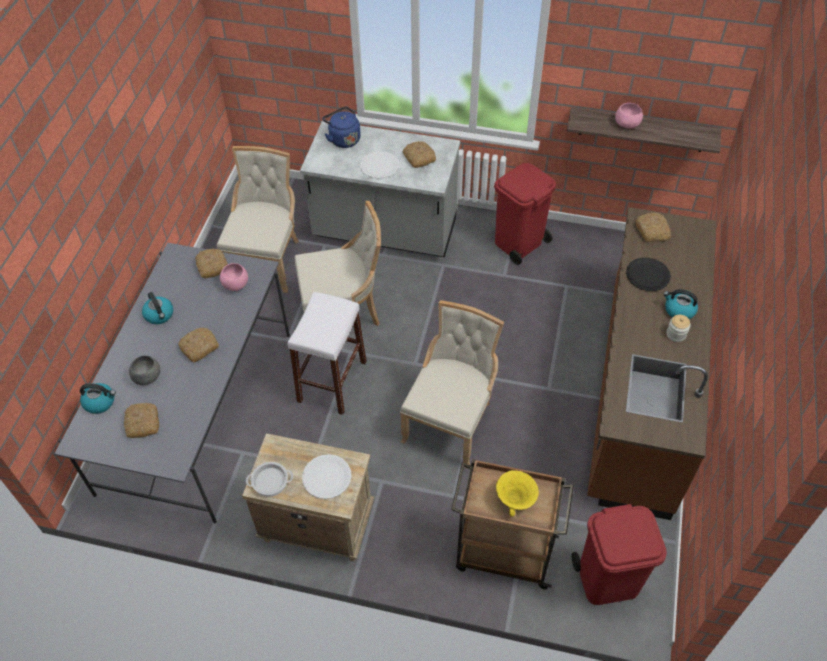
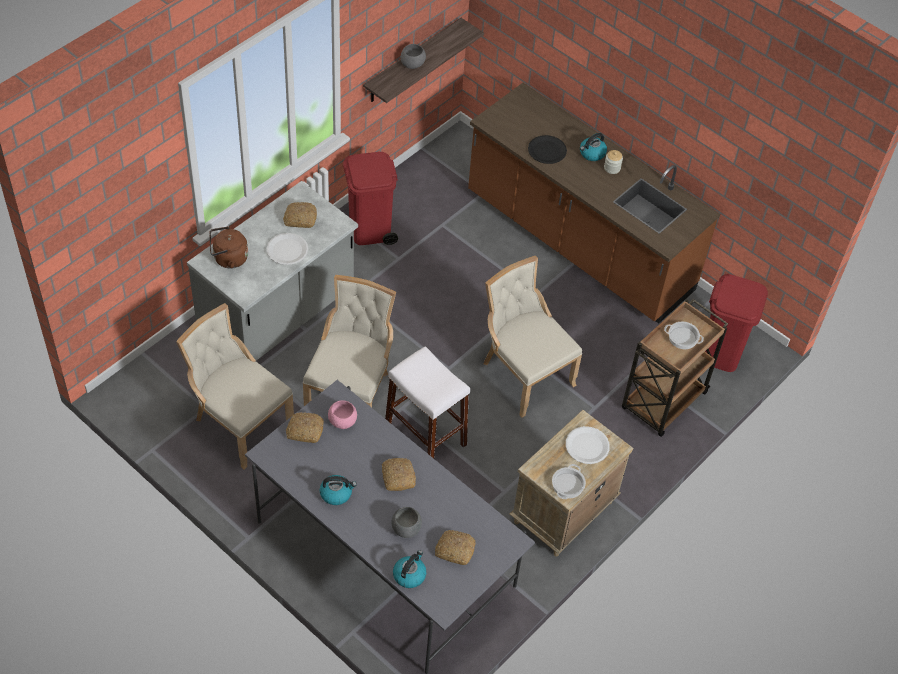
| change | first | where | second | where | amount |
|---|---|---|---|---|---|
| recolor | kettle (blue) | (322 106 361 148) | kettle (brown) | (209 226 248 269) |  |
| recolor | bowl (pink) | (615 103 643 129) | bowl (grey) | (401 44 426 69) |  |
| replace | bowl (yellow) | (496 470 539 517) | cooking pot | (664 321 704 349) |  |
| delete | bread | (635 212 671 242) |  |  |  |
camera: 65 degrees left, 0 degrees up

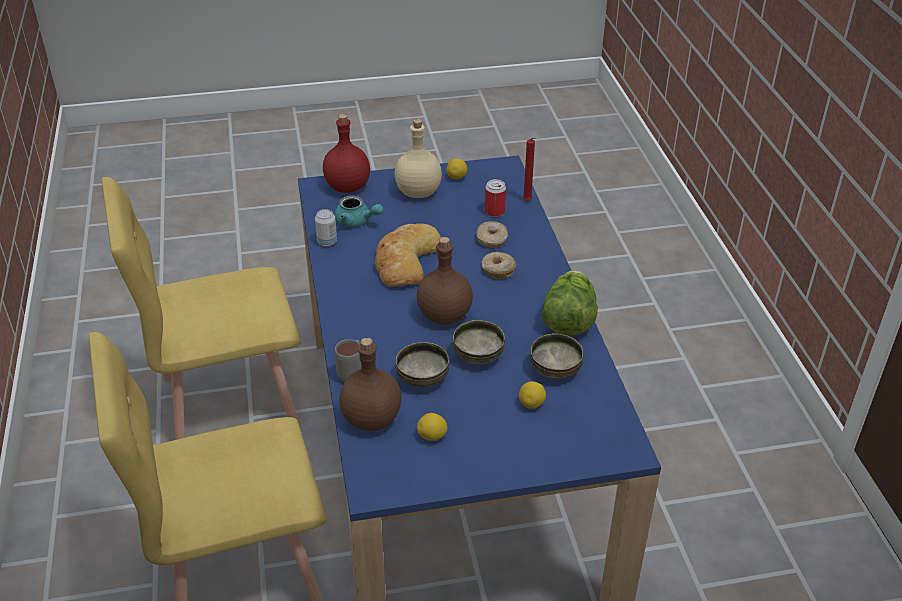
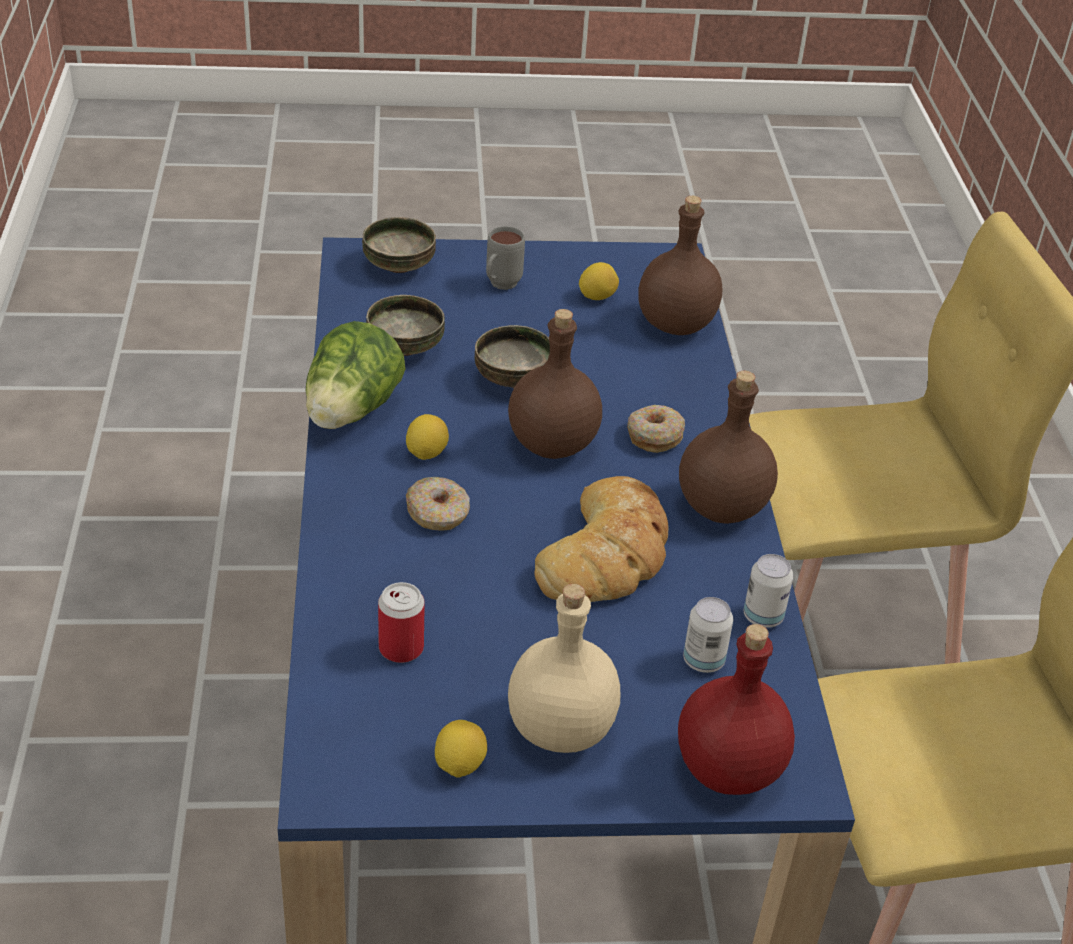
| change | first | where | second | where | amount |
|---|---|---|---|---|---|
| move | bowl | (396 342 449 387) |  | (362 217 436 273) |  |
| move | lemon | (519 381 546 409) |  | (406 414 449 460) |  |
| move | mug (grey) | (335 339 362 382) |  | (486 226 525 290) |  |
| move | donut | (477 221 508 248) |  | (627 405 685 453) |  |
| insert |  |  | bottle (brown) | (679 371 778 524) |  |
| replace | teapot (turquoise) | (335 195 383 227) | can | (683 597 733 673) |  |
| delete | candle (red) | (523 138 536 201) |  |  |  |
camera: 175 degrees left, 0 degrees up

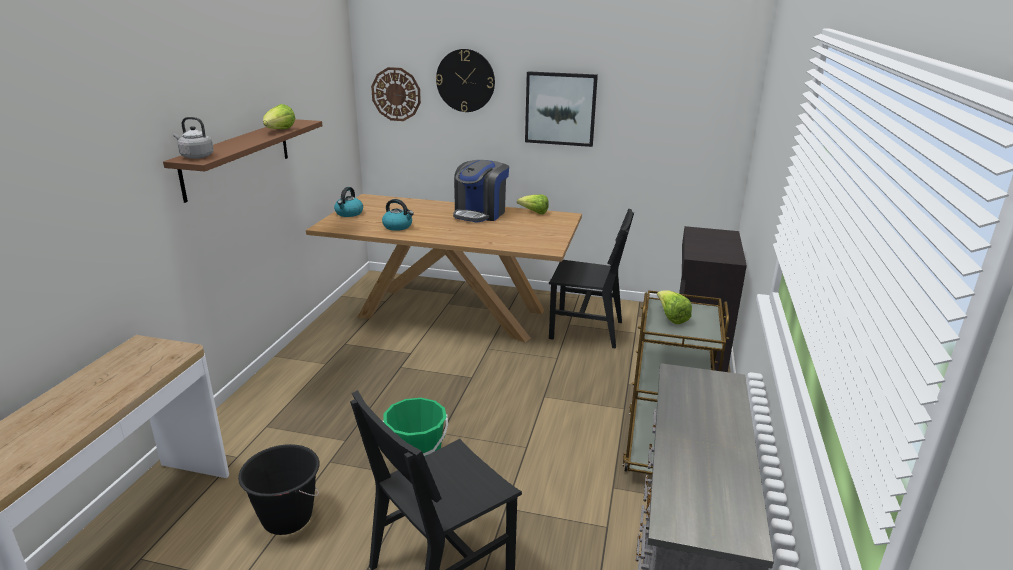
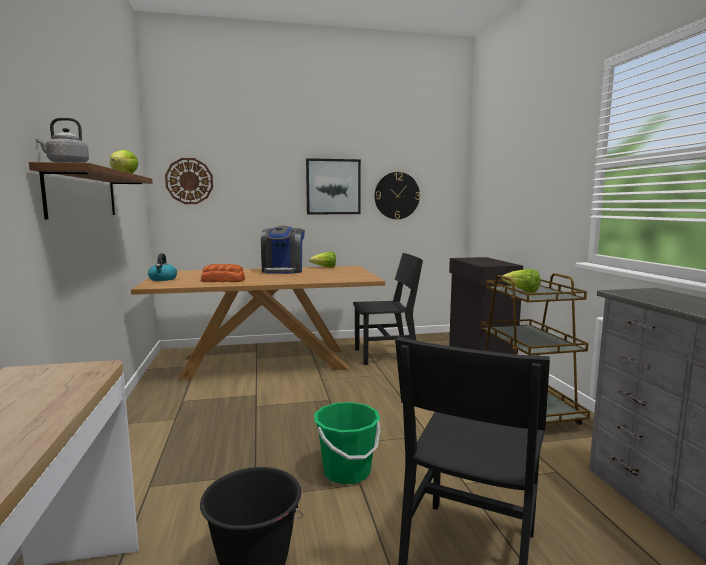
| change | first | where | second | where | amount |
|---|---|---|---|---|---|
| replace | kettle | (382 199 414 231) | bread | (201 264 245 282) |  |
| move | wall clock | (436 49 495 112) |  | (375 172 420 219) |  |
camera: 25 degrees left, 15 degrees down

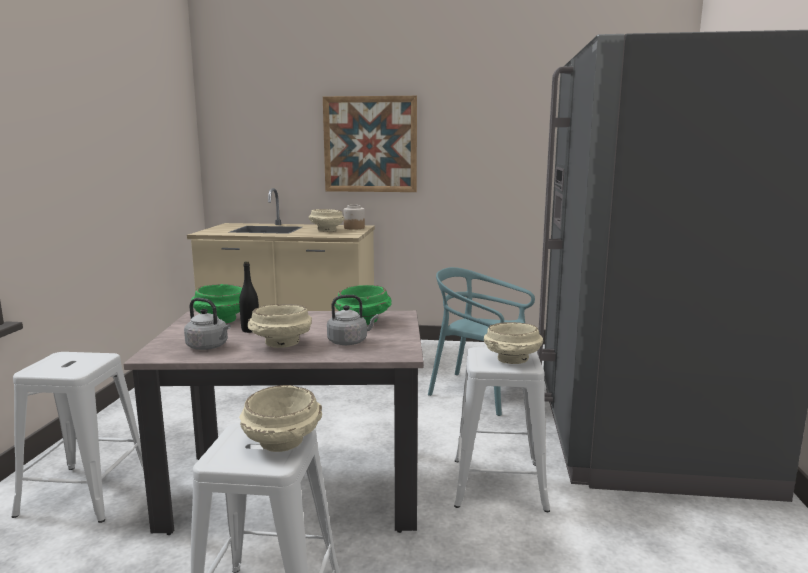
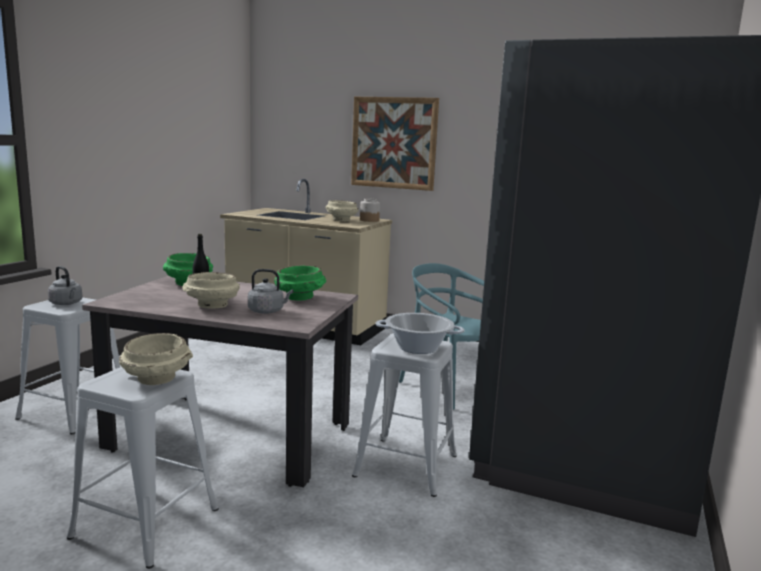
| change | first | where | second | where | amount |
|---|---|---|---|---|---|
| move | kettle (grey) | (184 298 231 350) |  | (48 266 82 305) |  |
| replace | bowl (beige) | (484 322 543 364) | cooking pot | (376 313 464 354) |  |
camera: 15 degrees right, 0 degrees up

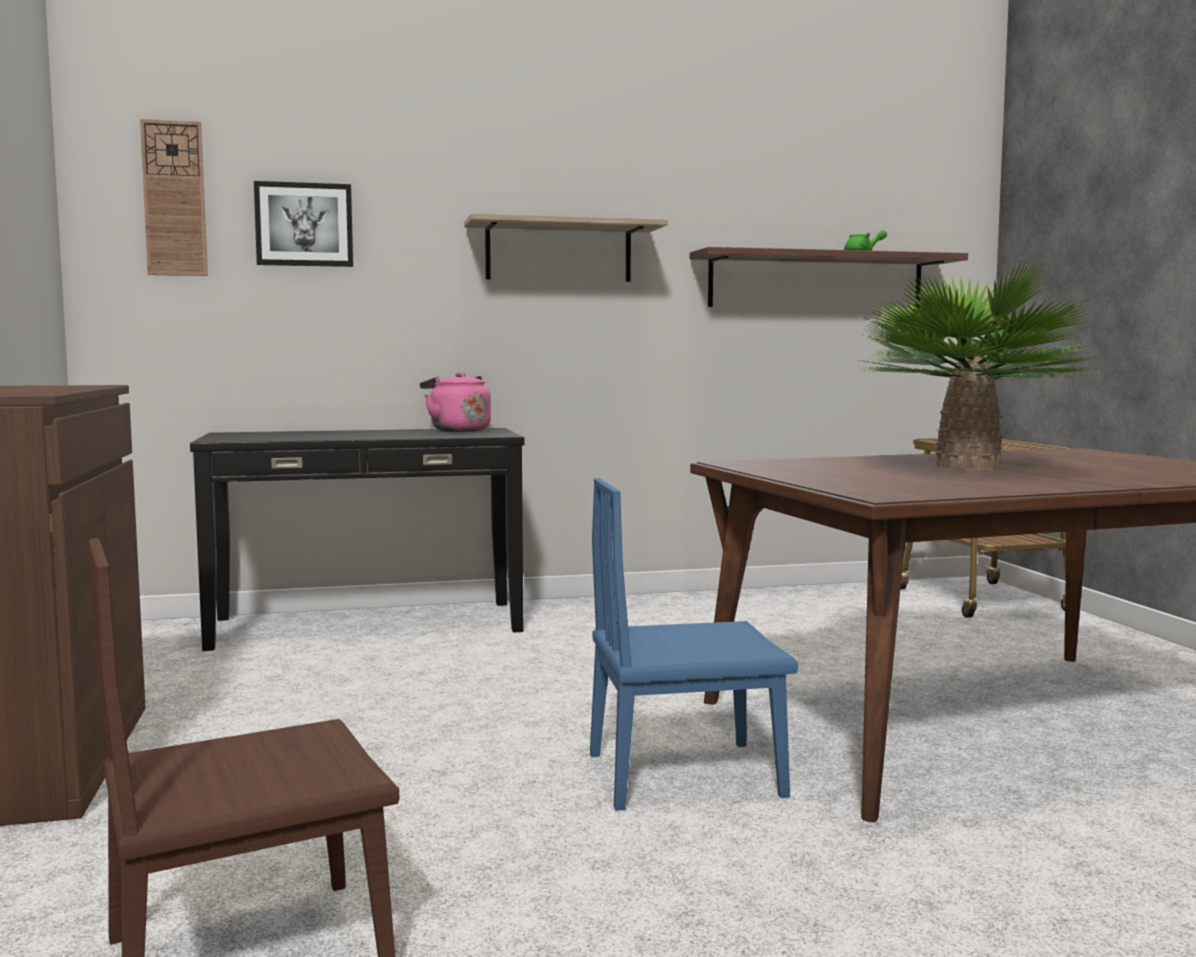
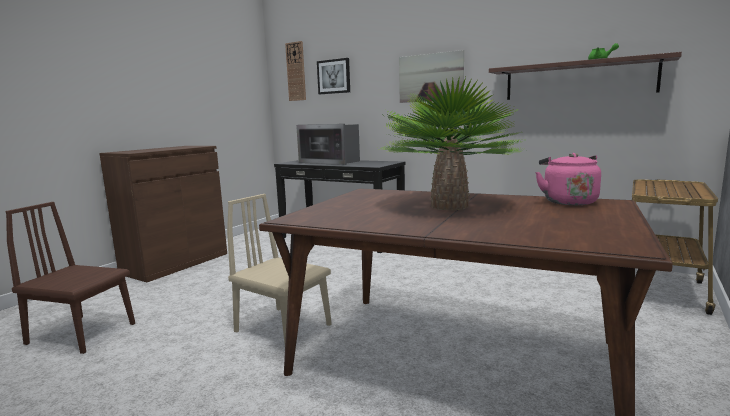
| change | first | where | second | where | amount |
|---|---|---|---|---|---|
| recolor | chair (blue) | (590 478 798 811) | chair (beige) | (227 194 331 343) |  |
| insert |  |  | microwave | (296 124 360 165) |  |
| replace | shelf | (464 213 668 282) | picture | (399 50 464 103) |  |
| move | kettle (pink) | (420 372 491 432) |  | (535 153 601 205) |  |
camera: 45 degrees right, 5 degrees up

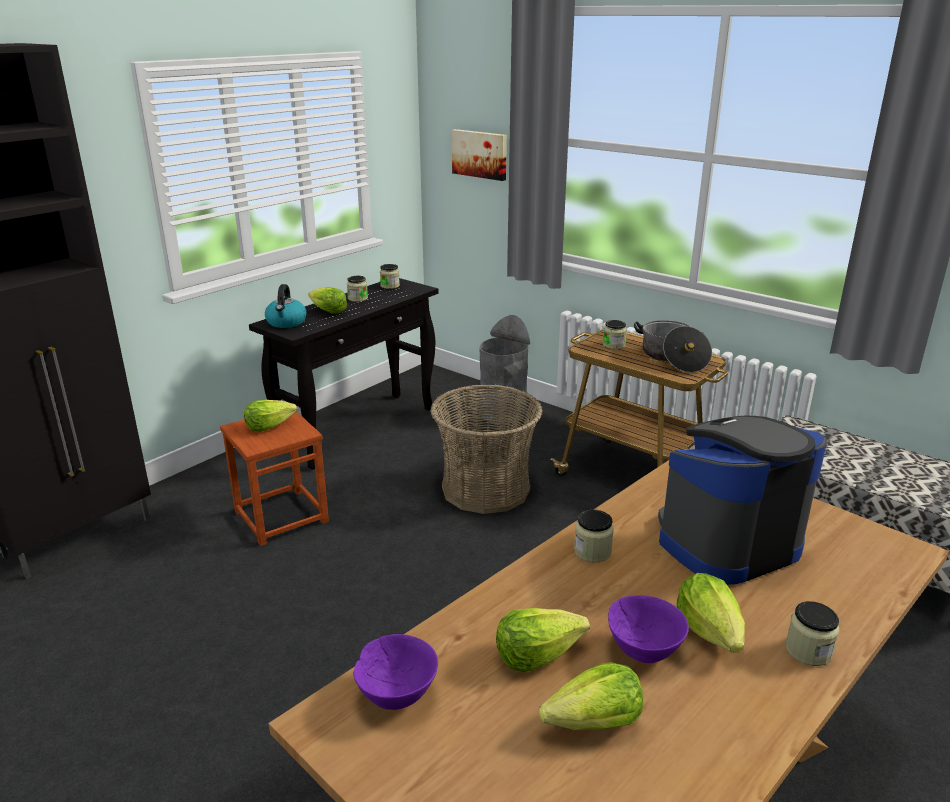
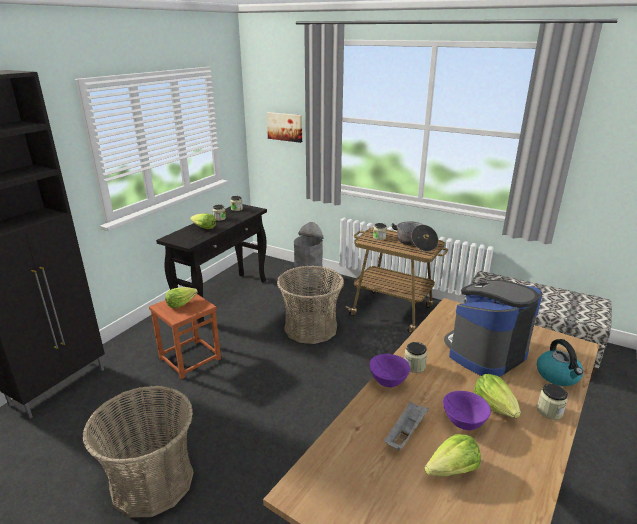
| change | first | where | second | where | amount |
|---|---|---|---|---|---|
| insert |  |  | basket | (82 385 194 518) |  |
| move | bowl (purple) | (353 634 438 710) |  | (370 354 411 388) |  |
| replace | lettuce | (496 608 590 672) | tray (grey) | (384 402 429 450) |  |
| move | kettle | (265 284 307 328) |  | (537 339 583 386) |  |
camera: 10 degrees left, 0 degrees up

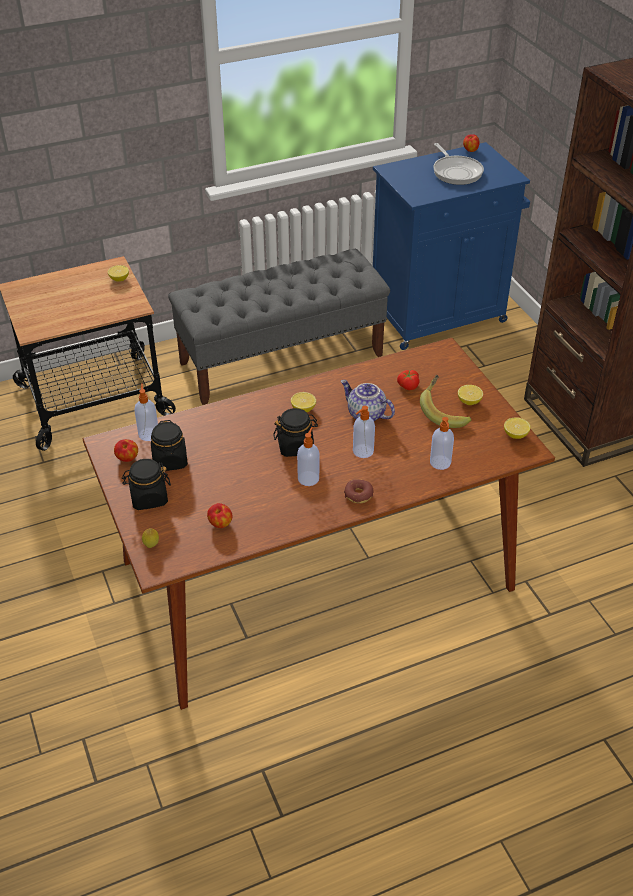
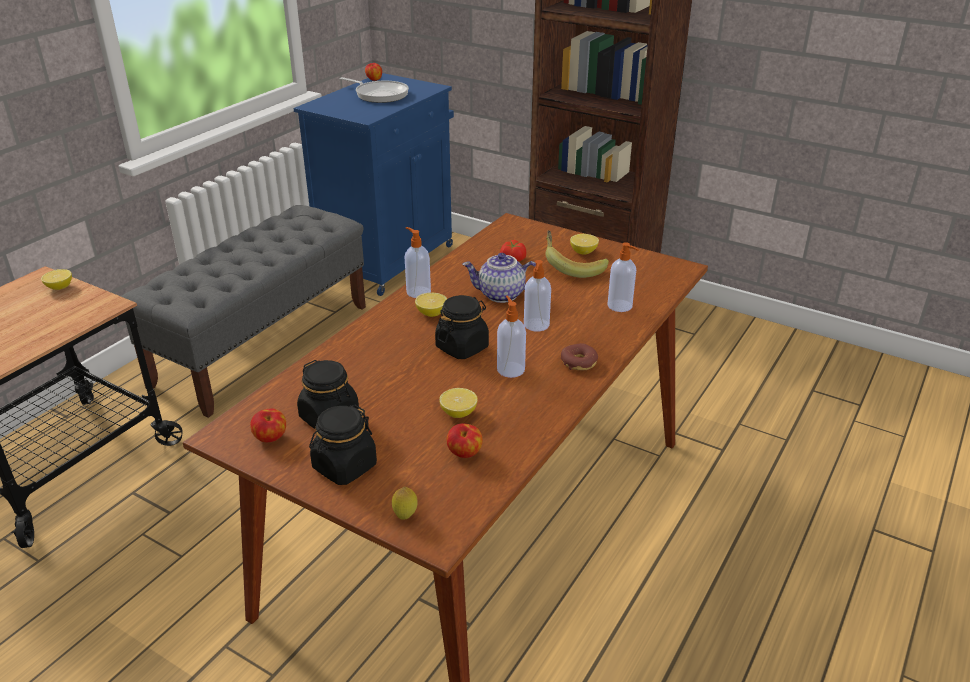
| change | first | where | second | where | amount |
|---|---|---|---|---|---|
| move | soap dispenser | (134 383 158 441) |  | (405 227 431 298) |  |
| move | lemon | (504 417 530 439) |  | (439 388 478 418) |  |
camera: 35 degrees left, 10 degrees down

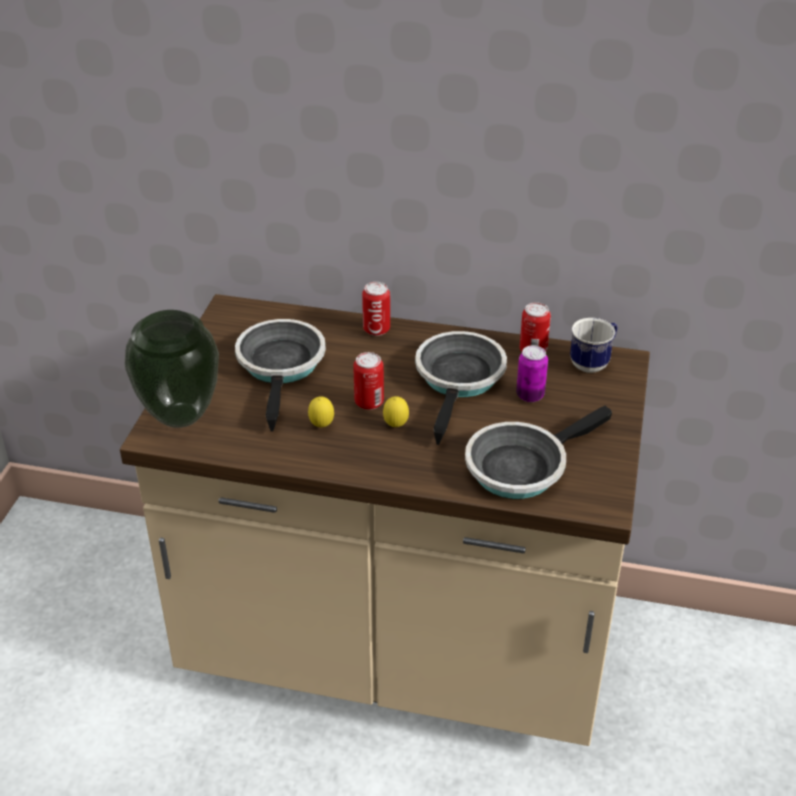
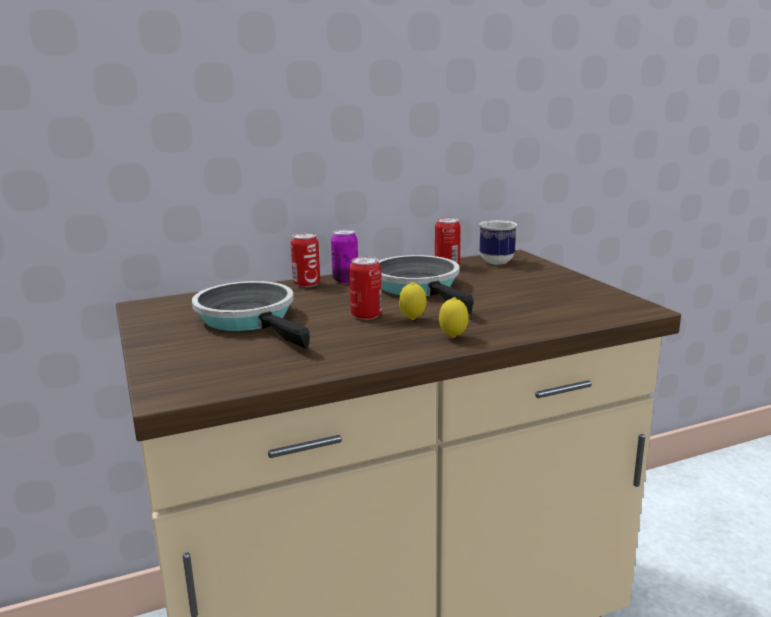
| change | first | where | second | where | amount |
|---|---|---|---|---|---|
| move | can | (516 345 548 402) |  | (331 229 358 283) |  |
| move | lemon | (308 396 334 427) |  | (439 297 469 338) |  |
| delete | vase | (124 310 219 428) |  |  |  |
| delete | frying pan | (465 406 612 499) |  |  |  |
camera: 35 degrees left, 20 degrees down

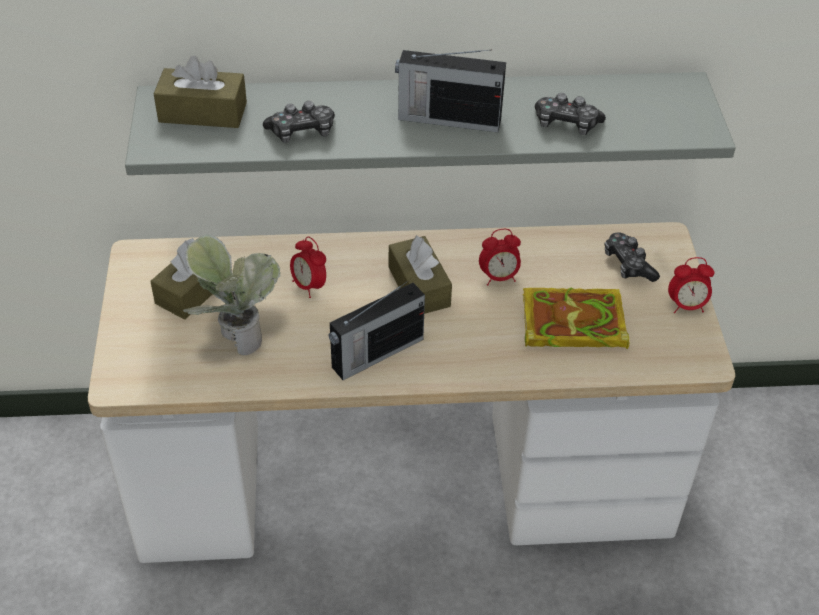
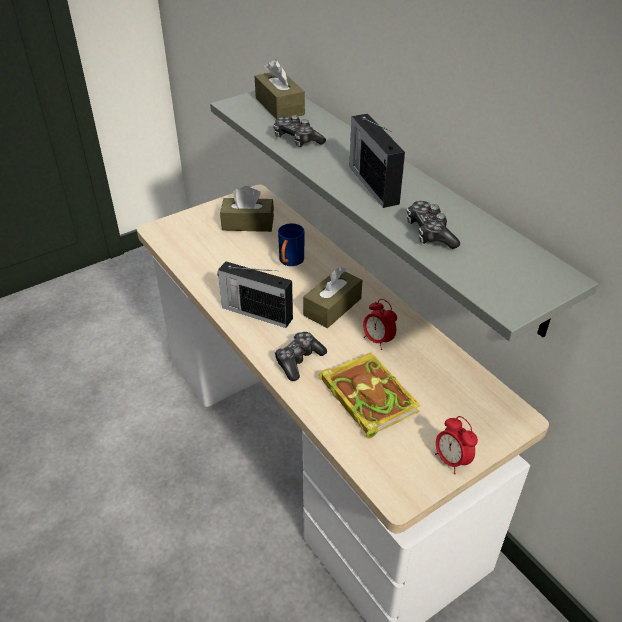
| change | first | where | second | where | amount |
|---|---|---|---|---|---|
| move | game controller | (604 232 660 282) |  | (275 332 327 381) |  |
| replace | alarm clock | (290 237 326 298) | mug (blue) | (278 223 304 266) |  |
| delete | potted plant | (183 234 280 355) |  |  |  |
camera: 60 degrees right, 5 degrees down

